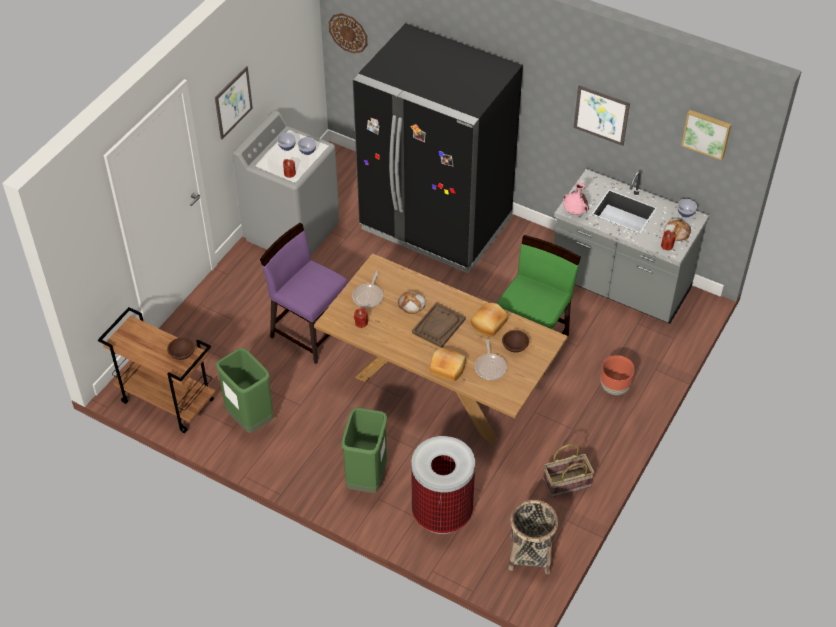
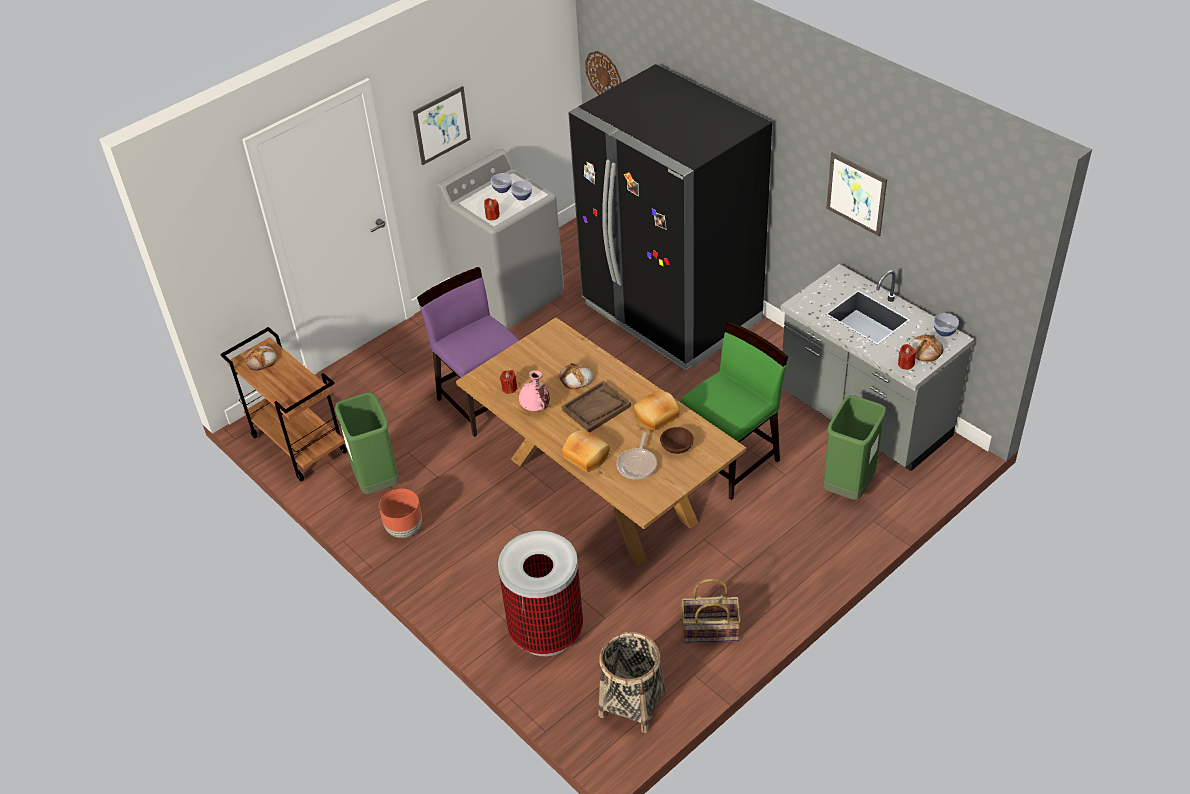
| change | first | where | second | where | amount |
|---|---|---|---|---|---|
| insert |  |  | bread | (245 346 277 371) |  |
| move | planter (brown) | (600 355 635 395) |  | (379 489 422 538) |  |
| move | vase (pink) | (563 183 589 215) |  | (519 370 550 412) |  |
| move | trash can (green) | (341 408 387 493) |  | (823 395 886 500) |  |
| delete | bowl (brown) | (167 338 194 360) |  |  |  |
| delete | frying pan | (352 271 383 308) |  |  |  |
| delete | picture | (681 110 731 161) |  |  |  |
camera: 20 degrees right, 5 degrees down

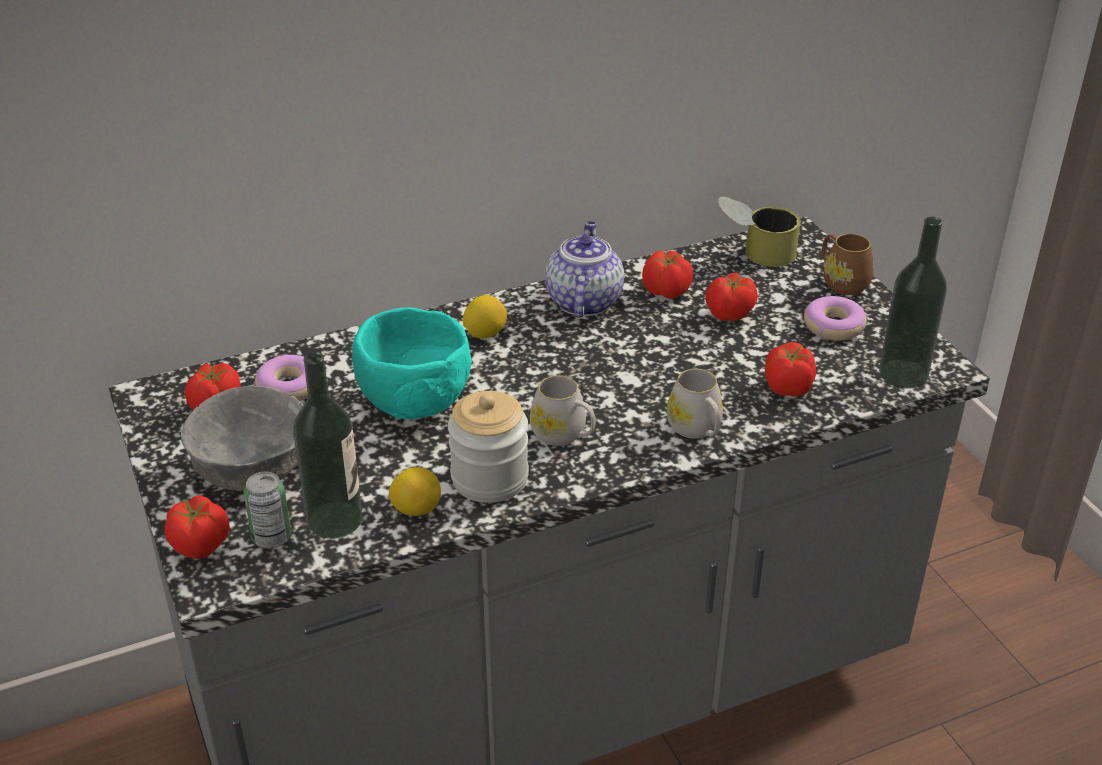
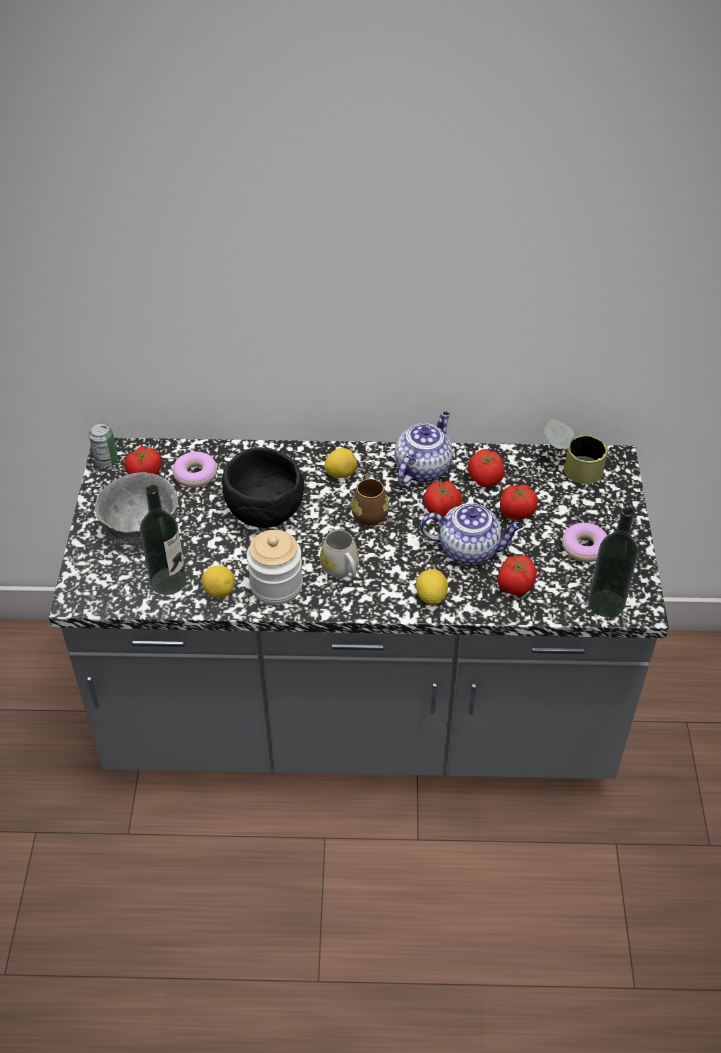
| change | first | where | second | where | amount |
|---|---|---|---|---|---|
| move | can | (244 471 291 548) |  | (89 422 118 468) |  |
| recolor | bowl (turquoise) | (352 307 472 419) | bowl (black) | (222 448 304 528) |  |
| move | mug (brown) | (822 234 874 295) |  | (351 474 389 525) |  |
| replace | mug (white) | (667 369 723 439) | lemon | (416 569 448 604) |  |
| insert |  |  | teapot | (420 503 523 565) |  |
| move | tomato | (165 495 230 559) |  | (424 481 462 517) |  |
camera: 25 degrees right, 10 degrees up

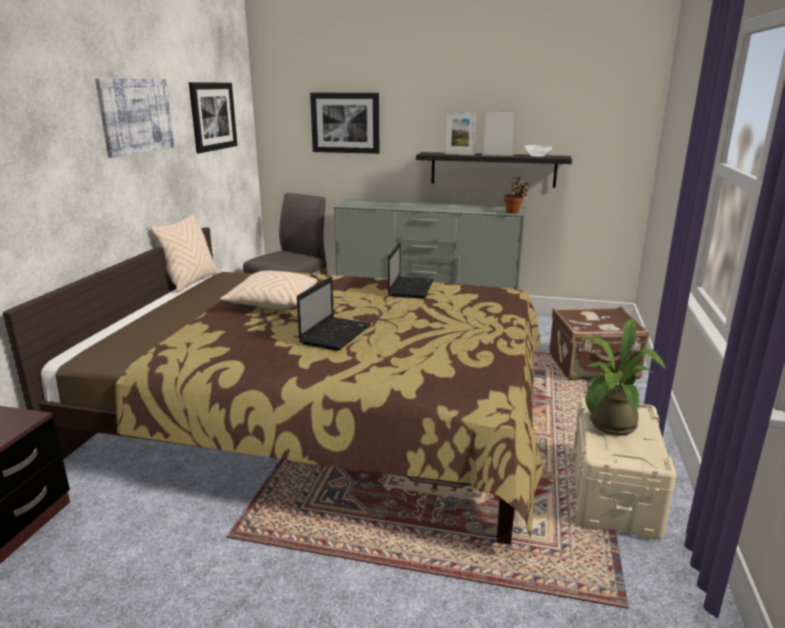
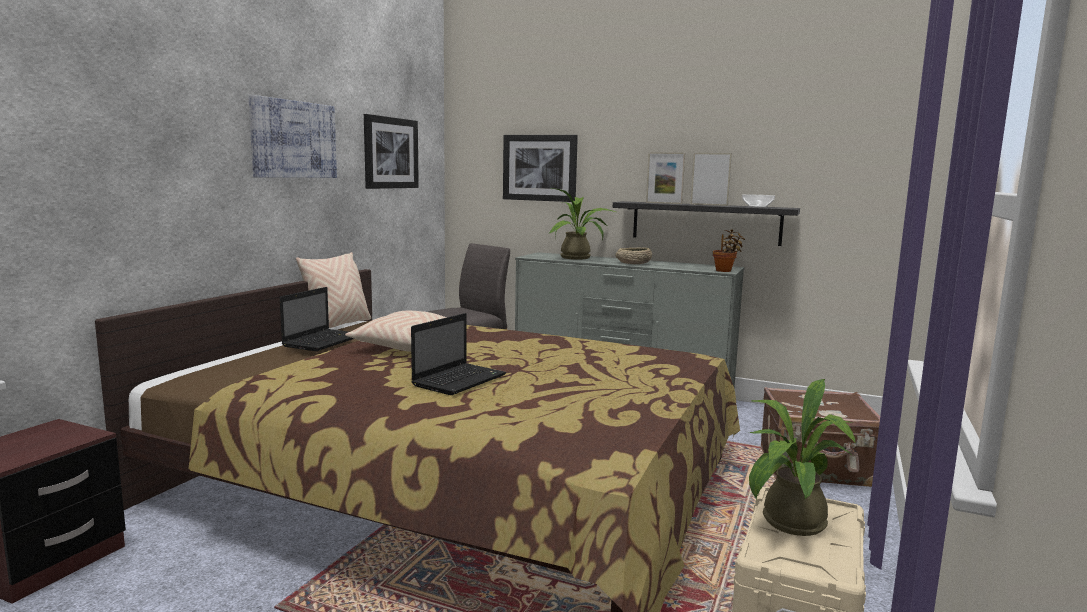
| change | first | where | second | where | amount |
|---|---|---|---|---|---|
| move | laptop | (388 242 434 299) |  | (280 287 354 351) |  |
| insert |  |  | potted plant | (548 188 616 260) |  |
| insert |  |  | bowl (beige) | (616 248 652 264) |  |
camera: 10 degrees right, 10 degrees down

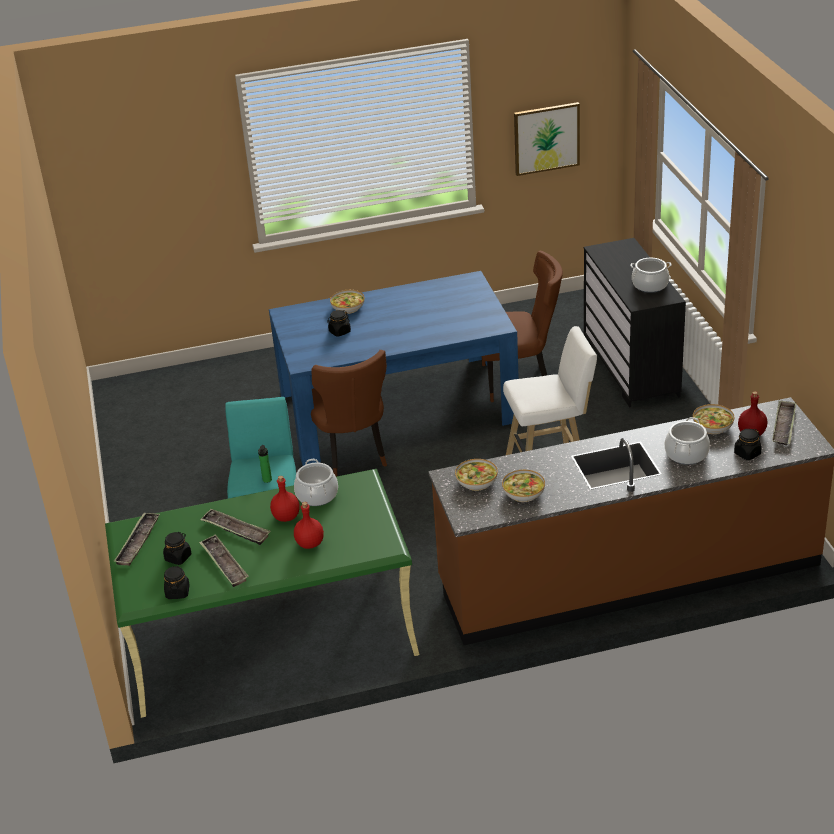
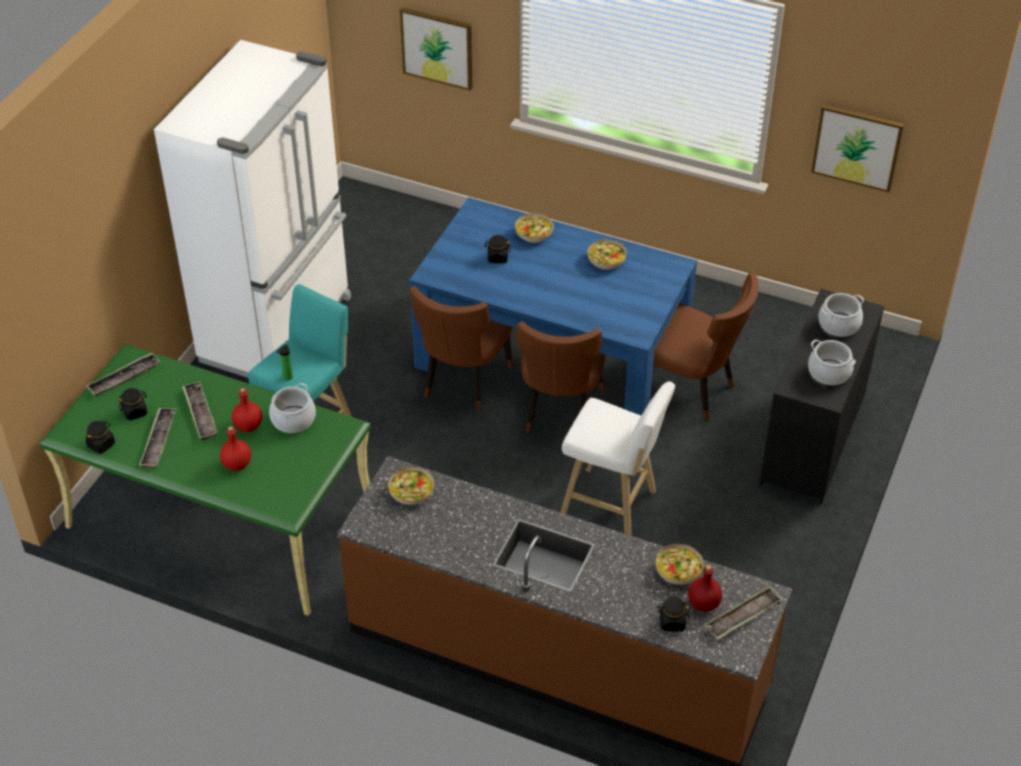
| change | first | where | second | where | amount |
|---|---|---|---|---|---|
| insert |  |  | fridge (white) | (154 40 351 378) |  |
| insert |  |  | picture | (400 8 472 91) |  |
| insert |  |  | chair (brown) | (516 321 606 433) |  |
| move | bowl | (502 470 545 502) |  | (587 239 627 270) |  |
| move | cooking pot | (665 417 710 465) |  | (818 293 864 337) |  |
camera: 35 degrees right, 10 degrees up

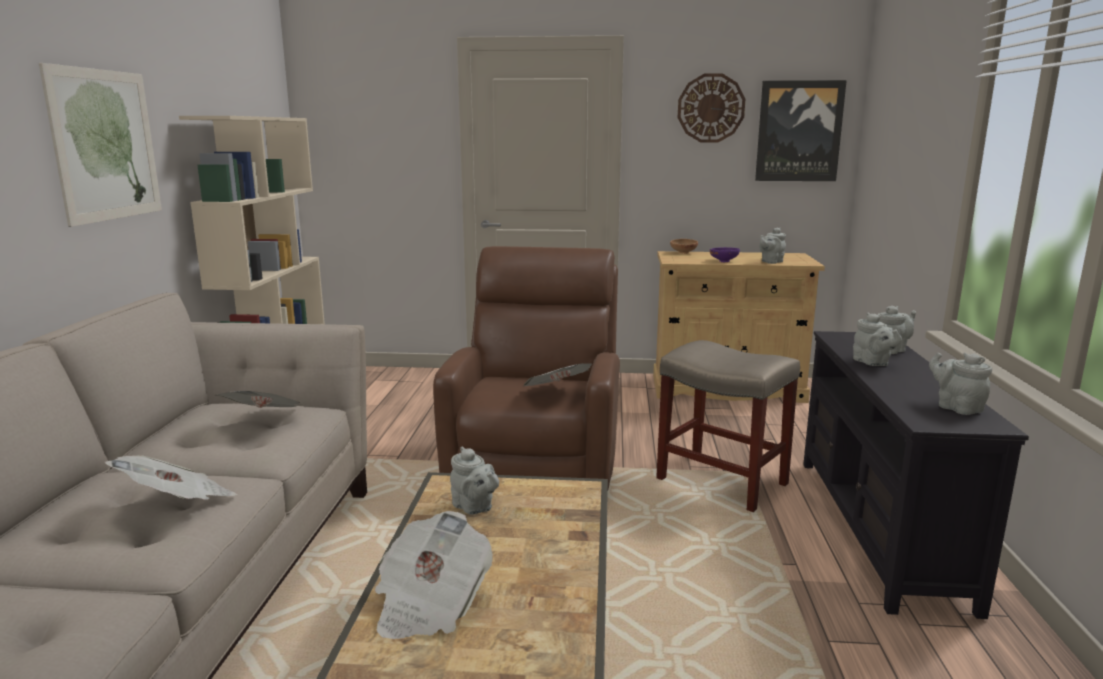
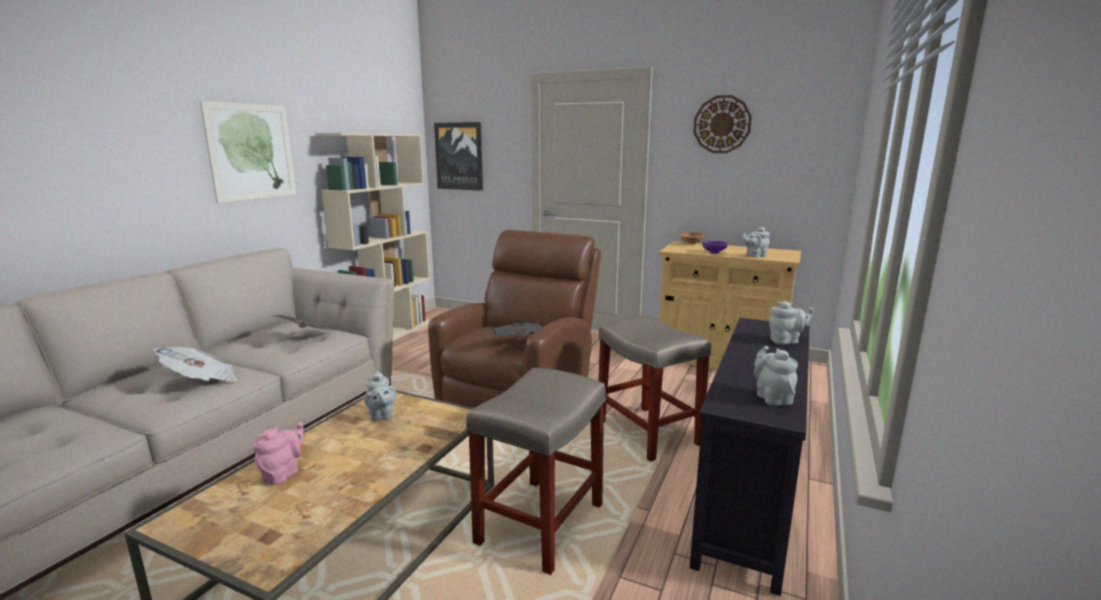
| change | first | where | second | where | amount |
|---|---|---|---|---|---|
| replace | newspaper | (375 511 493 639) | teapot (pink) | (253 422 304 485) |  |
| move | picture | (755 80 847 181) |  | (434 122 483 191) |  |
| insert |  |  | stool (beige) | (466 368 606 575) |  |
| delete | teapot (grey) | (853 312 902 366) |  |  |  |
camera: 20 degrees right, 0 degrees up

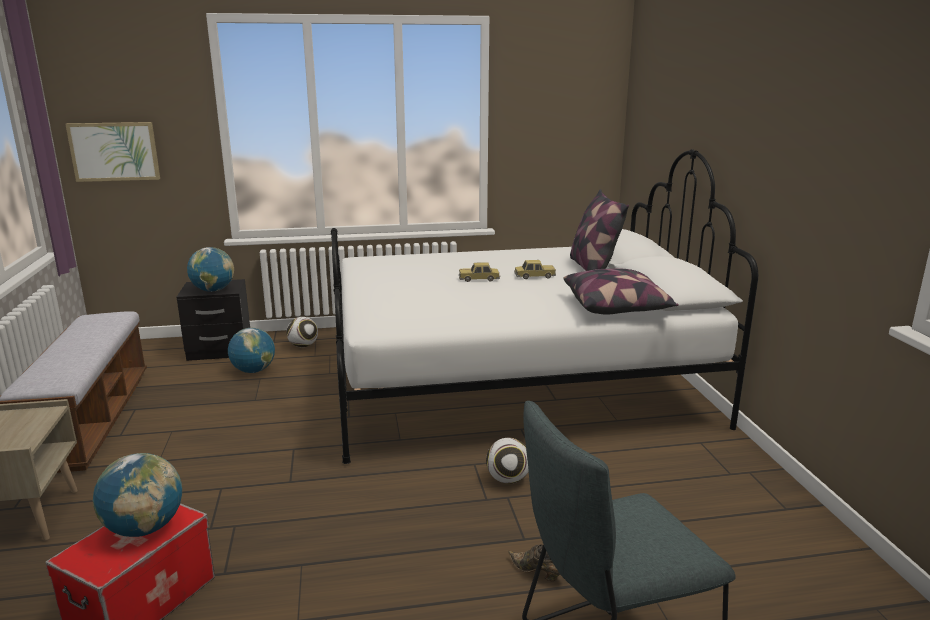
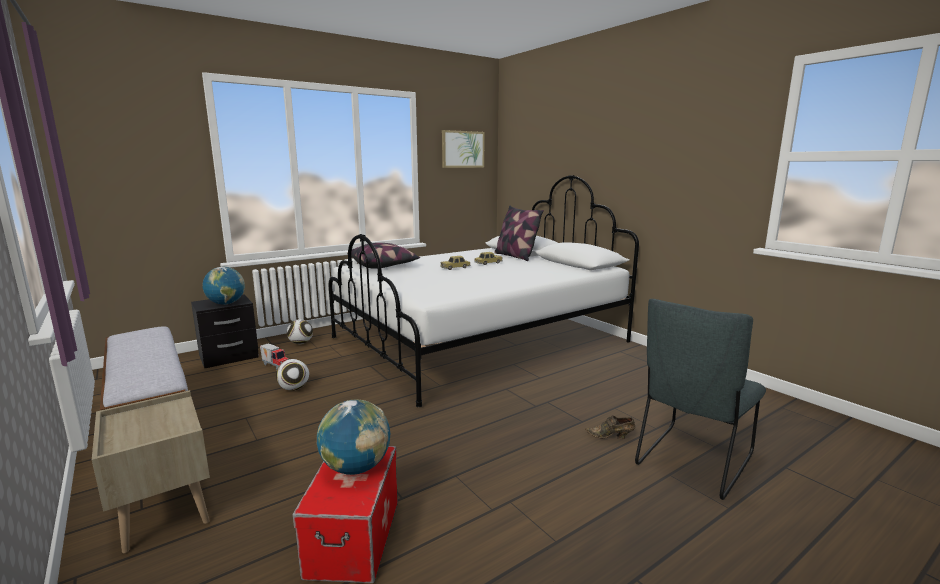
| change | first | where | second | where | amount |
|---|---|---|---|---|---|
| replace | globe | (228 328 275 373) | toy truck | (260 343 288 369) |  |
| move | football | (486 438 529 484) |  | (276 359 309 391) |  |
| move | pillow | (563 269 679 314) |  | (347 243 420 269) |  |
| move | picture | (65 122 160 182) |  | (442 130 485 168) |  |
camera: 25 degrees left, 5 degrees down

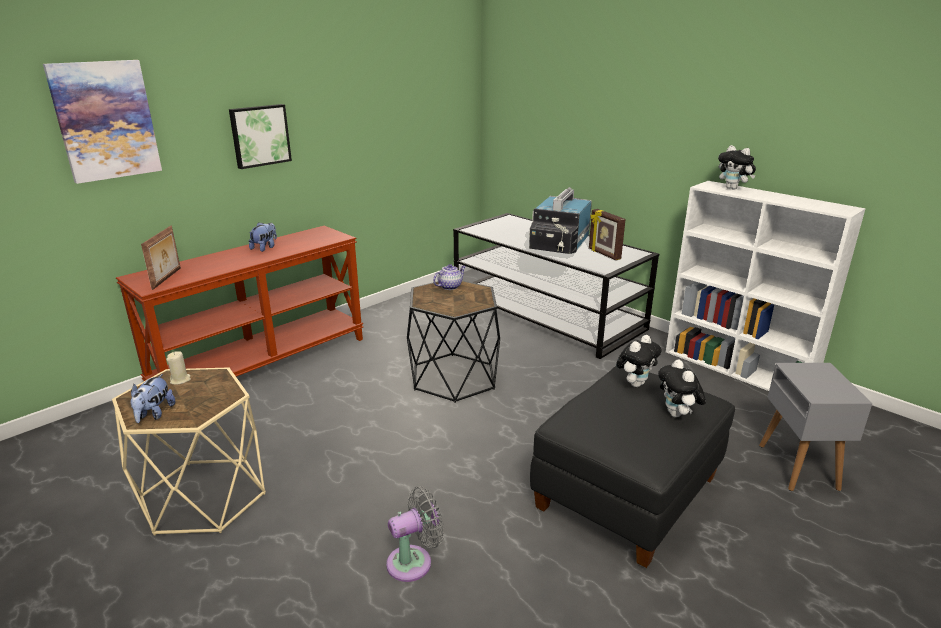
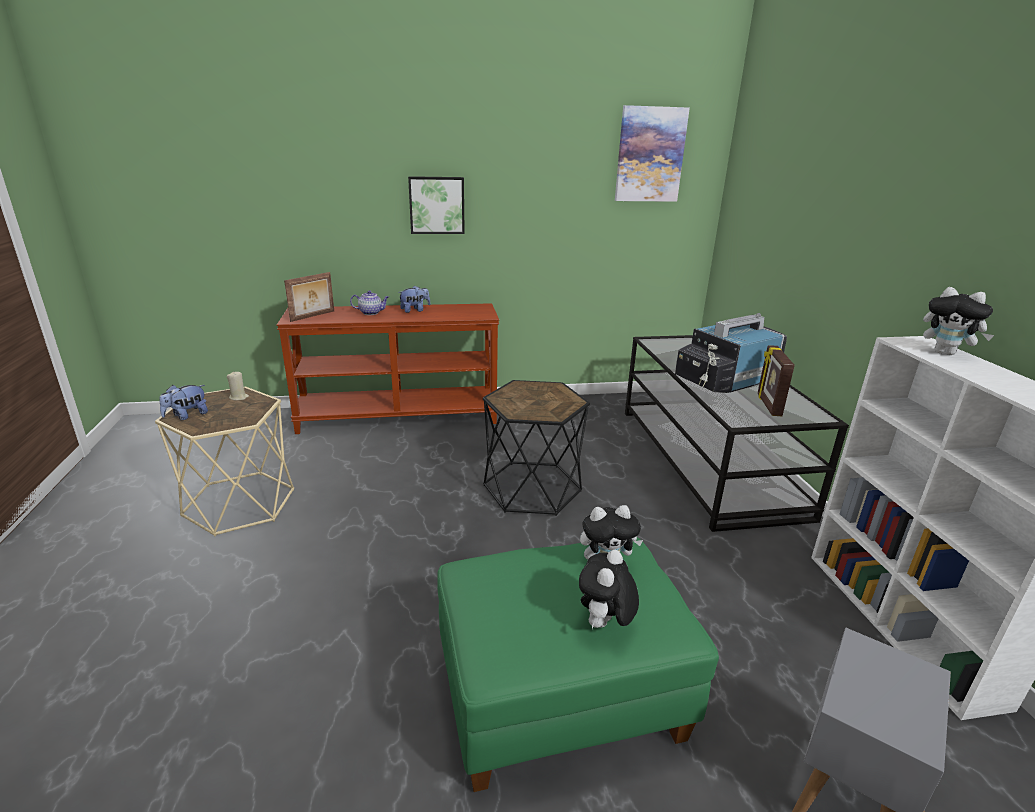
| change | first | where | second | where | amount |
|---|---|---|---|---|---|
| move | teapot | (433 264 466 290) |  | (350 290 389 315) |  |
| recolor | ottoman (black) | (530 366 735 568) | ottoman (green) | (437 537 719 792) |  |
| move | picture | (43 60 162 184) |  | (615 105 690 202) |  |
| rotate | plush toy | (718 145 756 189) |  | (923 287 994 355) | 45 degrees counterclockwise |
| delete | fan (grey) | (386 486 444 582) |  |  |  |
camera: 35 degrees right, 0 degrees up

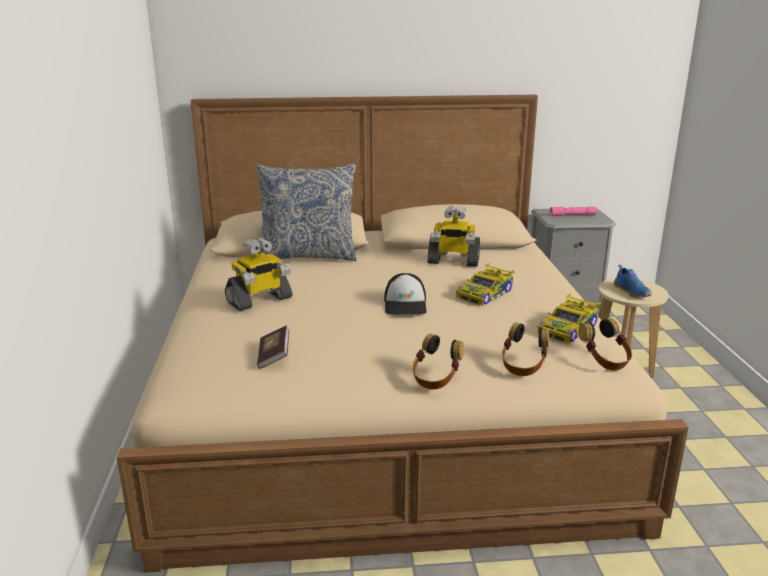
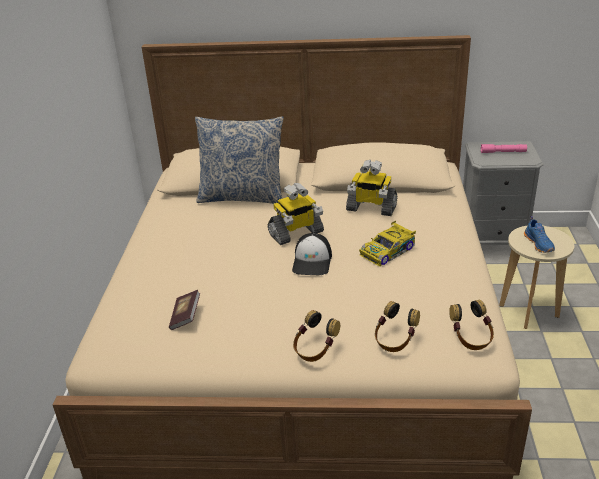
| change | first | where | second | where | amount |
|---|---|---|---|---|---|
| move | toy robot | (225 237 292 311) |  | (268 183 324 245) |  |
| delete | toy car | (537 294 601 344) |  |  |  |
camera: 10 degrees right, 10 degrees up

